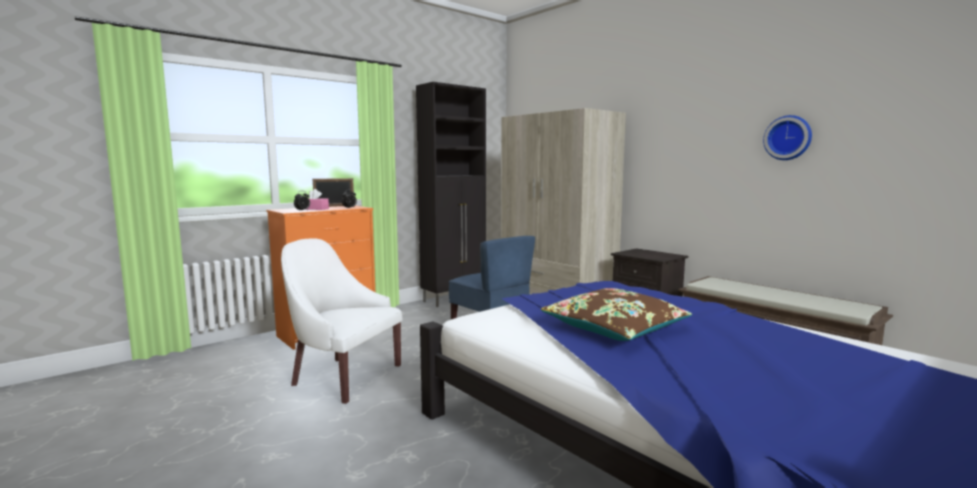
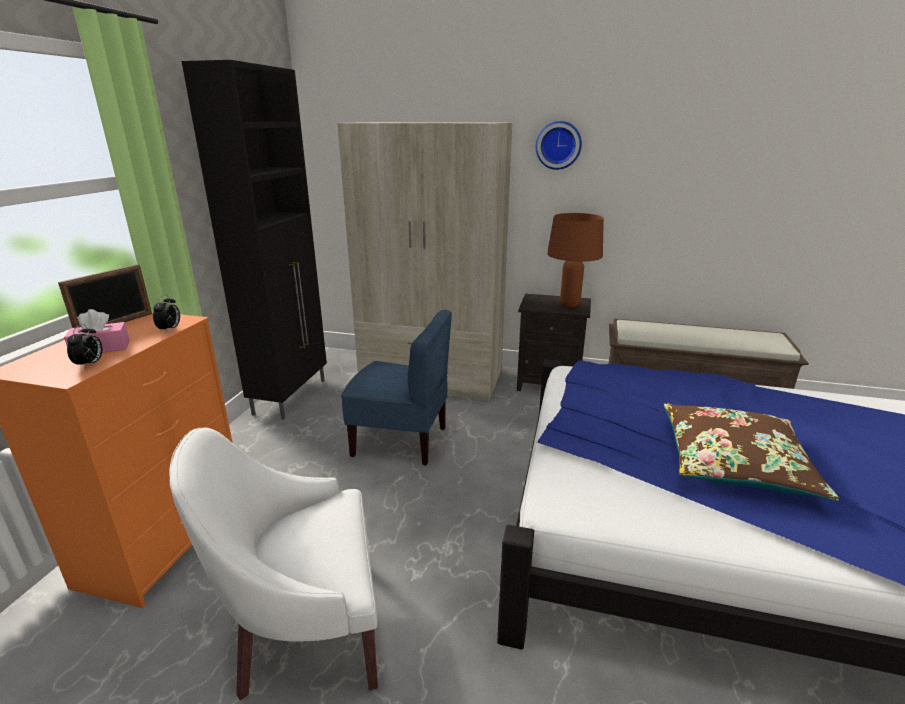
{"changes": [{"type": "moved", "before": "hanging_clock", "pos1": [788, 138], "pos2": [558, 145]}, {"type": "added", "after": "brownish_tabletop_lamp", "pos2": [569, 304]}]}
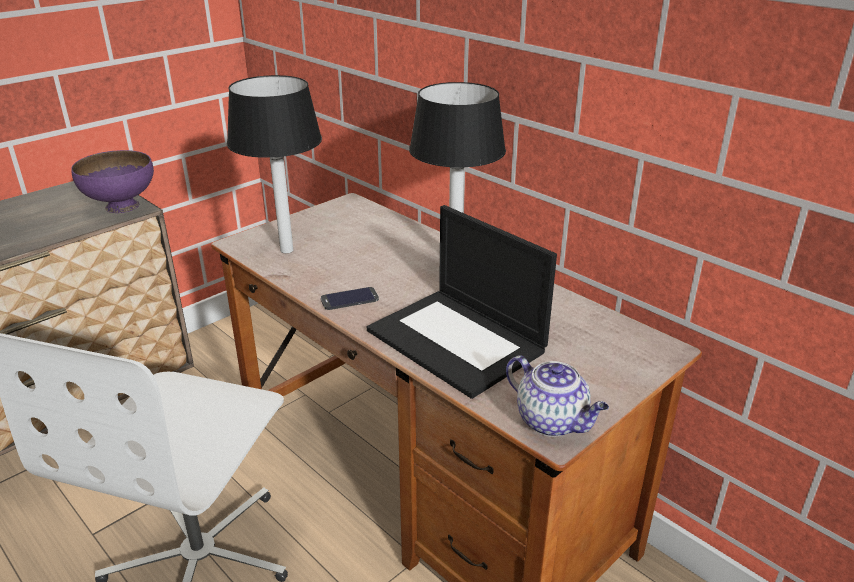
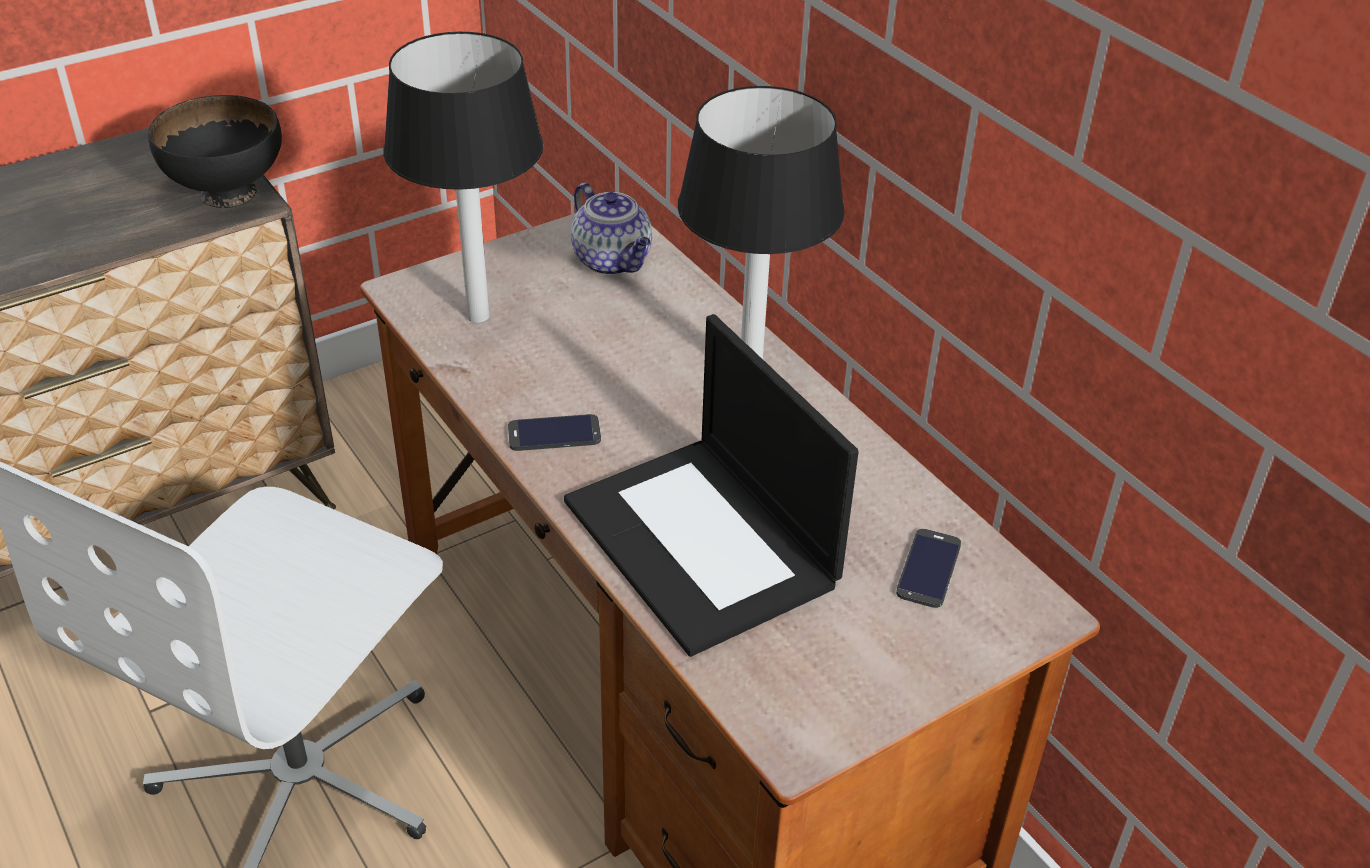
{"changes": [{"type": "recoloured", "before": "purple_serving_bowl", "after": "black_serving_bowl", "pos1": [121, 206], "pos2": [227, 193]}, {"type": "moved", "before": "pot_for_tea", "pos1": [553, 421], "pos2": [614, 261]}, {"type": "added", "after": "phone", "pos2": [929, 568]}]}
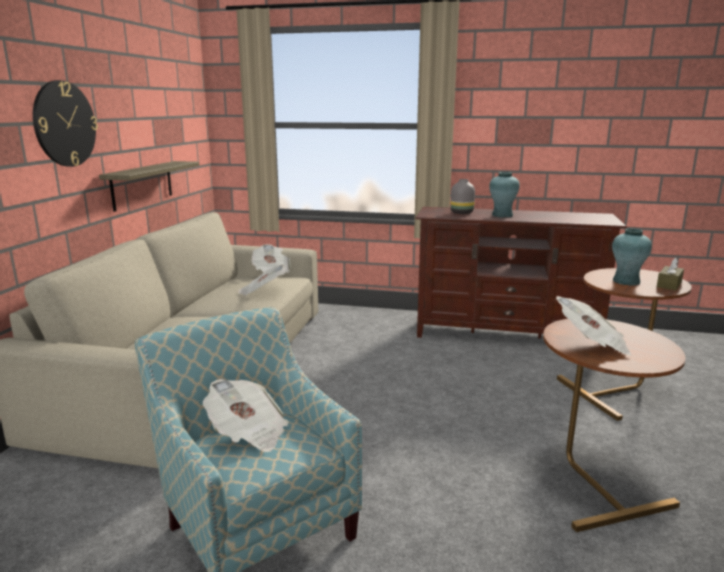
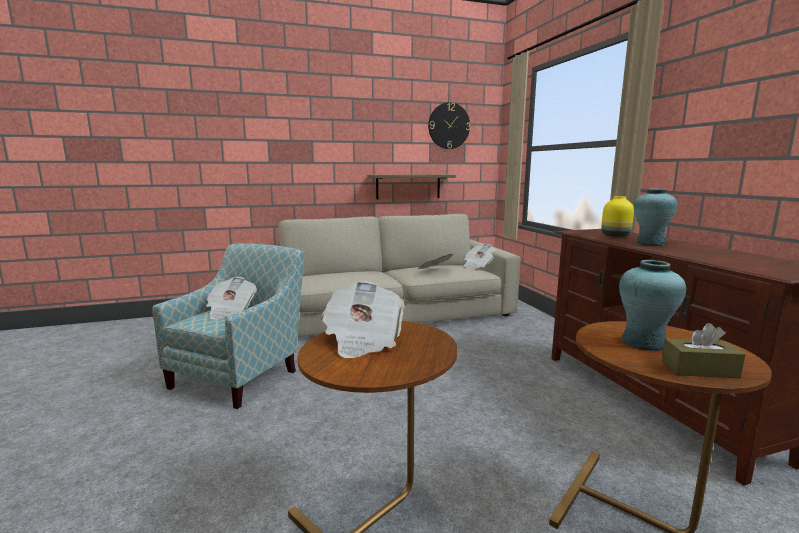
{"changes": [{"type": "moved", "before": "hanging_clock", "pos1": [64, 124], "pos2": [449, 126]}, {"type": "recoloured", "before": "grey_decorative_vase", "after": "yellowish_decorative_vase", "pos1": [462, 213], "pos2": [615, 236]}]}
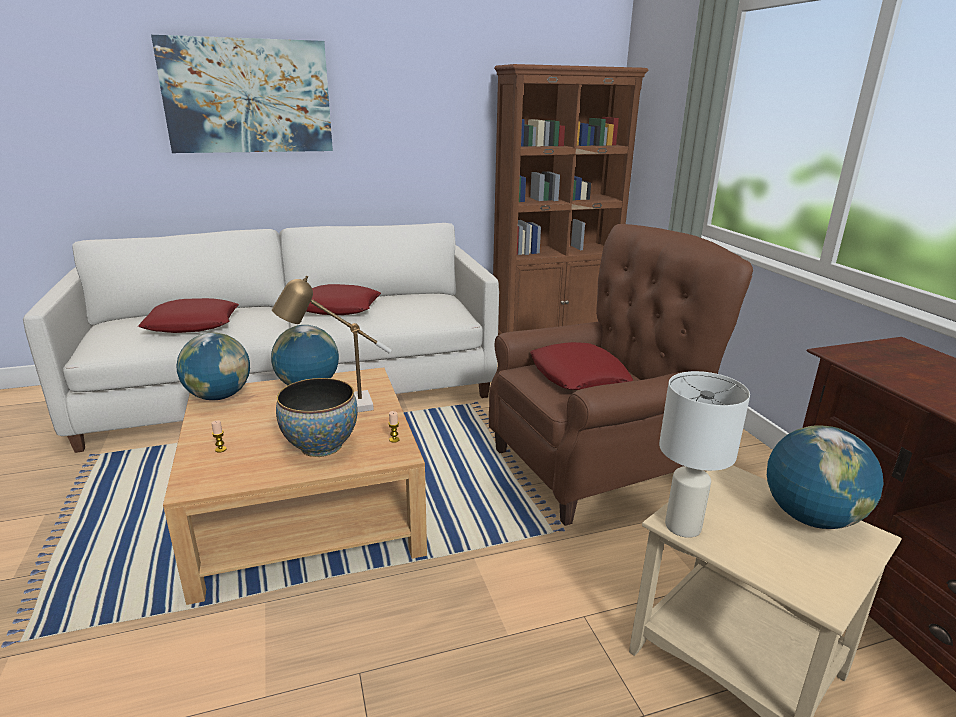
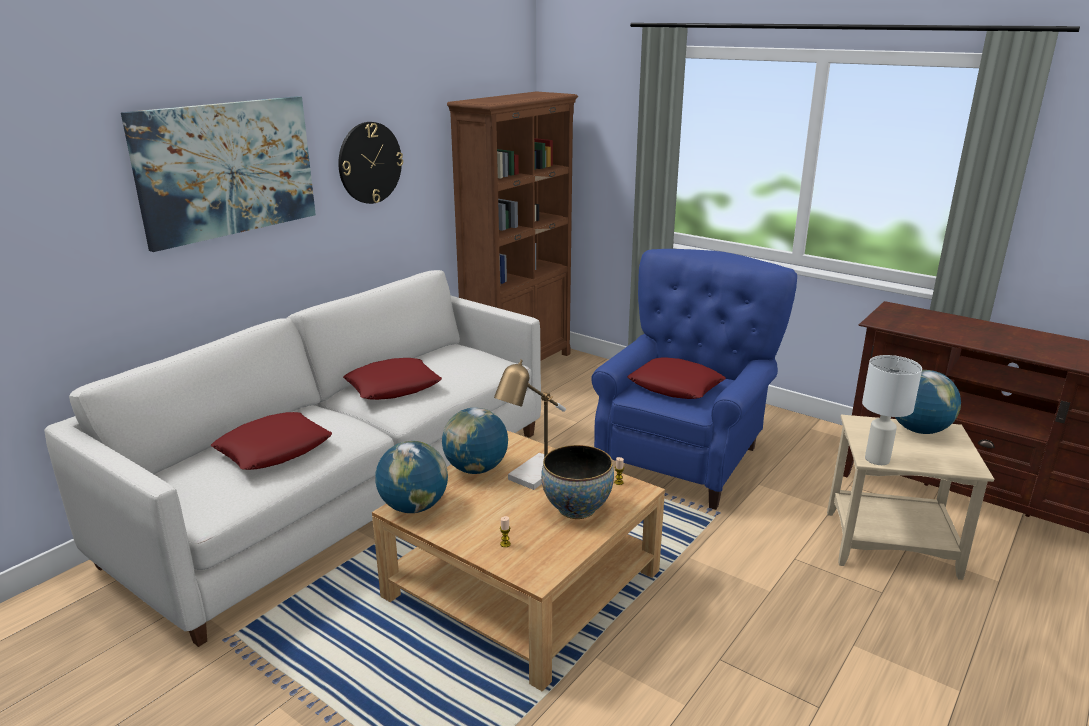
{"changes": [{"type": "recoloured", "before": "brownish_easy_chair", "after": "bluish_easy_chair", "pos1": [599, 465], "pos2": [683, 458]}, {"type": "added", "after": "hanging_clock", "pos2": [370, 163]}]}
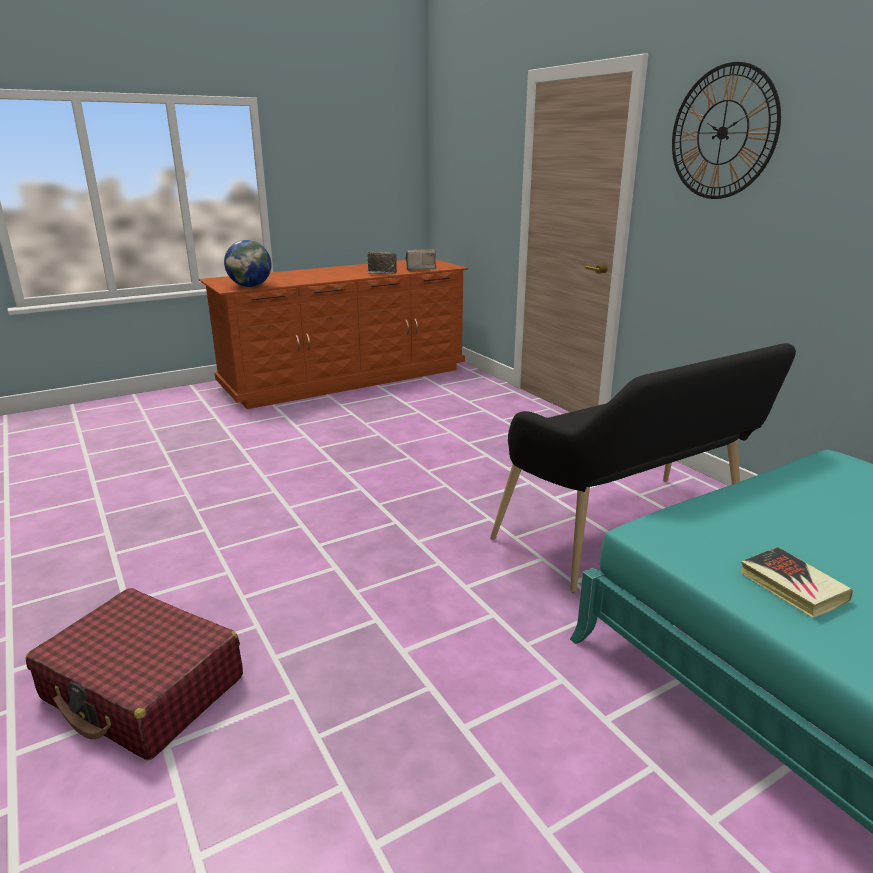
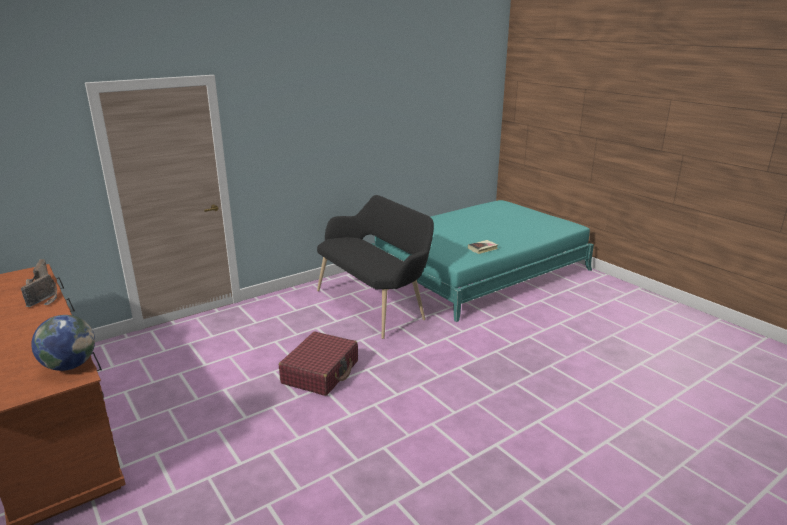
{"changes": [{"type": "moved", "before": "red_suitcase", "pos1": [143, 689], "pos2": [321, 372]}, {"type": "removed", "before": "hanging_clock", "pos1": [722, 132]}]}
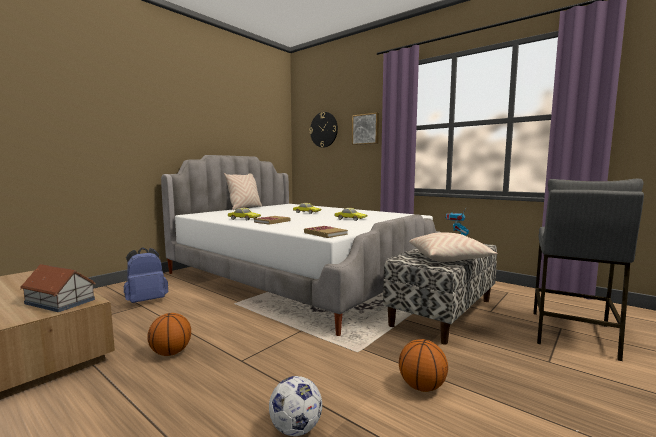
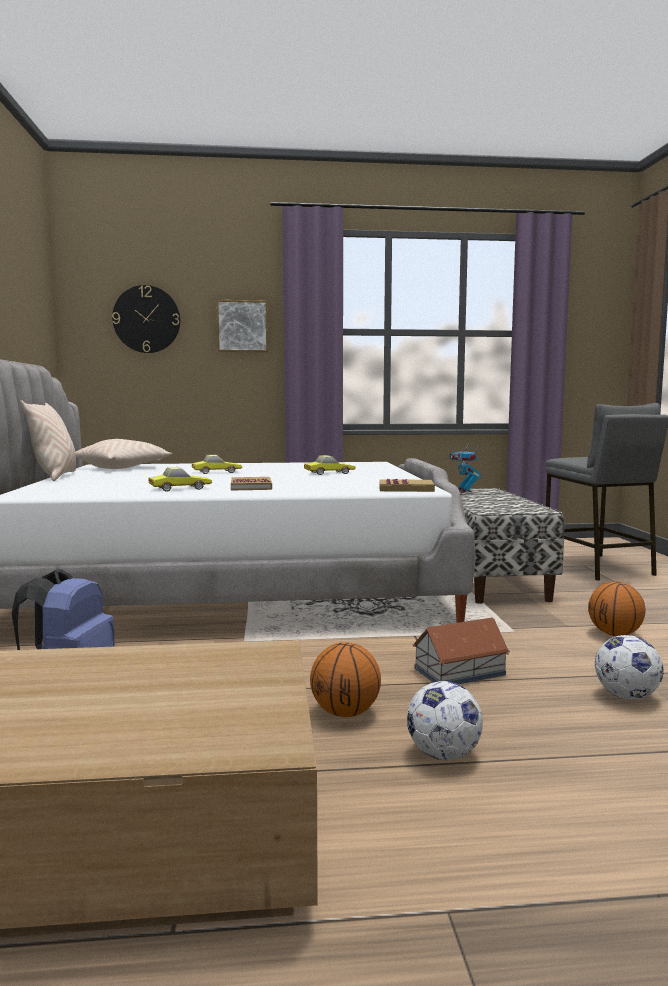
{"changes": [{"type": "moved", "before": "toy_house", "pos1": [60, 301], "pos2": [458, 671]}, {"type": "moved", "before": "sand-coloured_throw_pillow", "pos1": [449, 259], "pos2": [123, 467]}, {"type": "added", "after": "football", "pos2": [443, 755]}]}
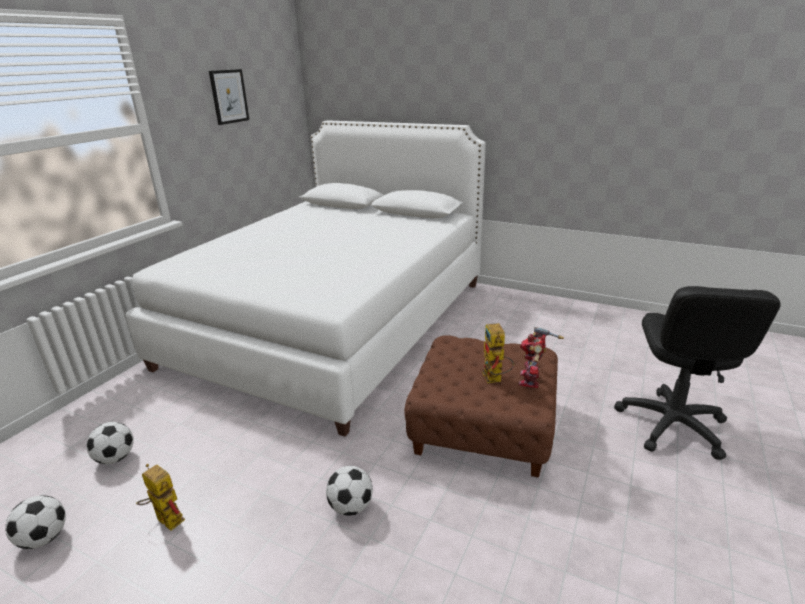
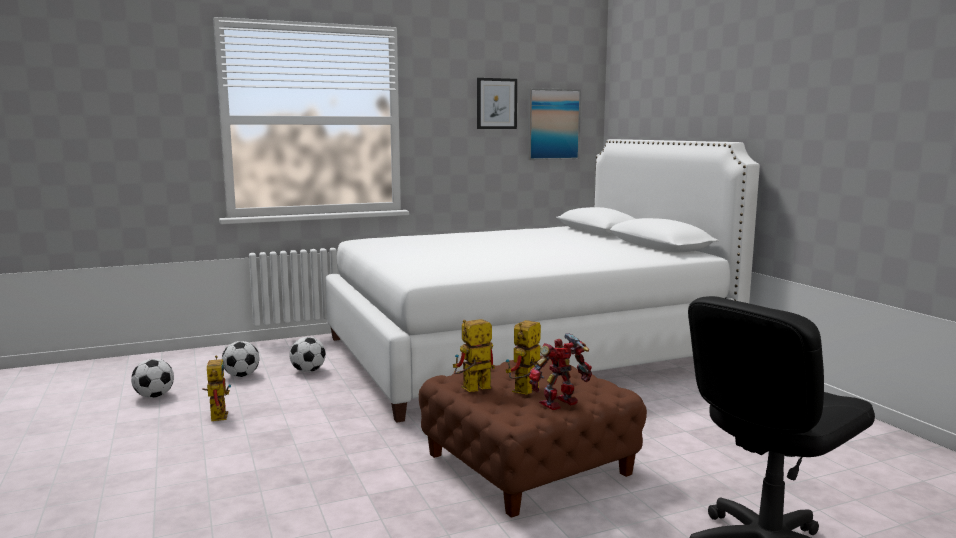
{"changes": [{"type": "moved", "before": "football", "pos1": [351, 506], "pos2": [308, 371]}, {"type": "added", "after": "model_robot", "pos2": [472, 390]}, {"type": "added", "after": "wall_art", "pos2": [553, 124]}]}
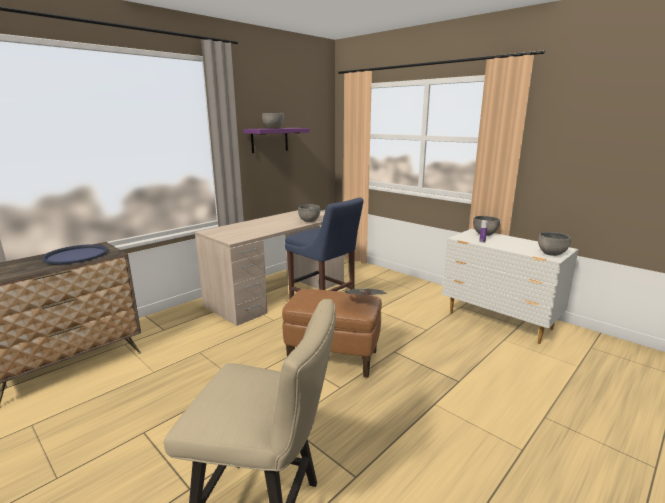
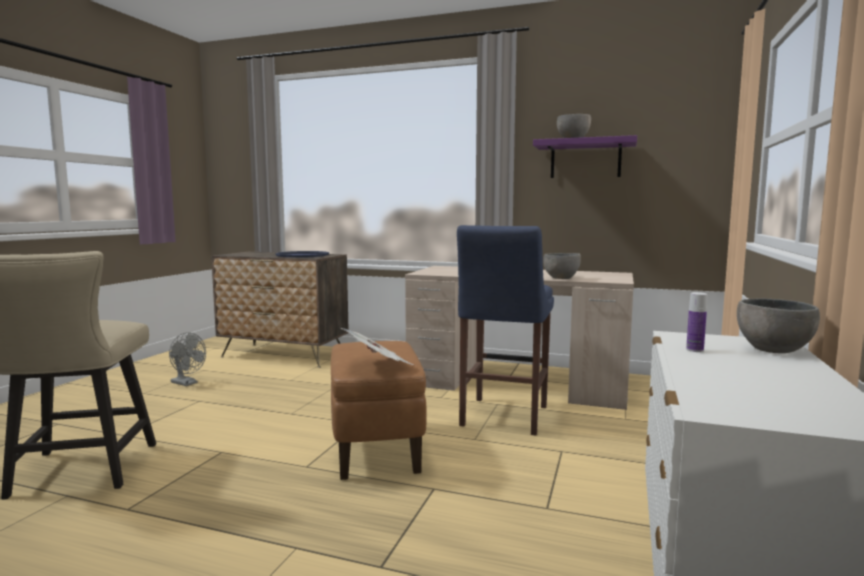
{"changes": [{"type": "removed", "before": "grey_serving_bowl", "pos1": [551, 254]}, {"type": "added", "after": "grey_electric_fan", "pos2": [187, 383]}]}
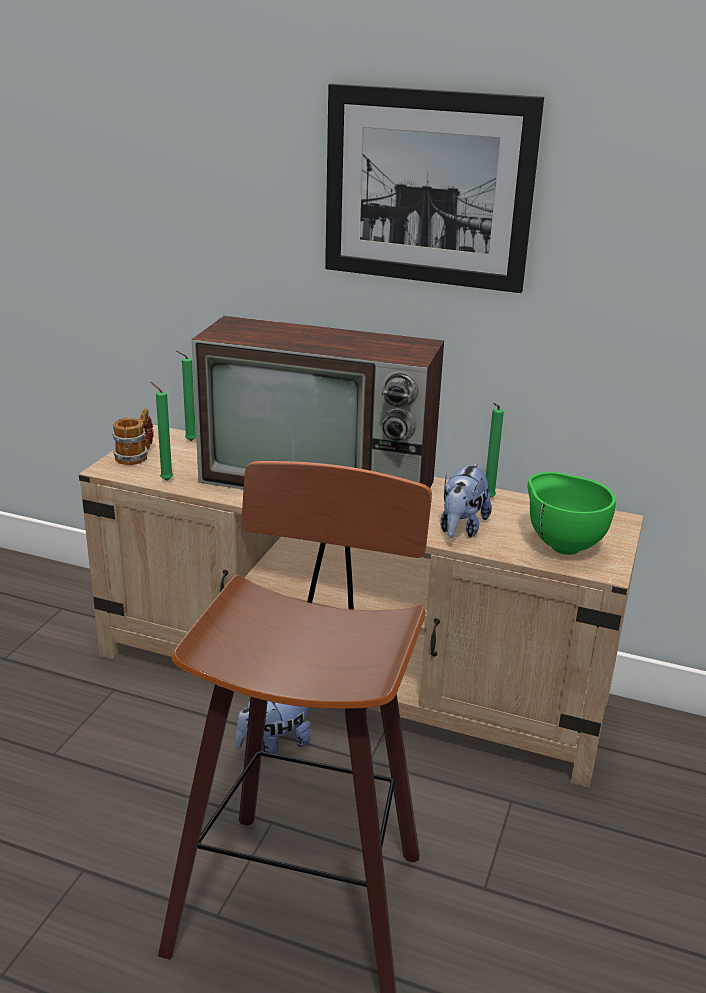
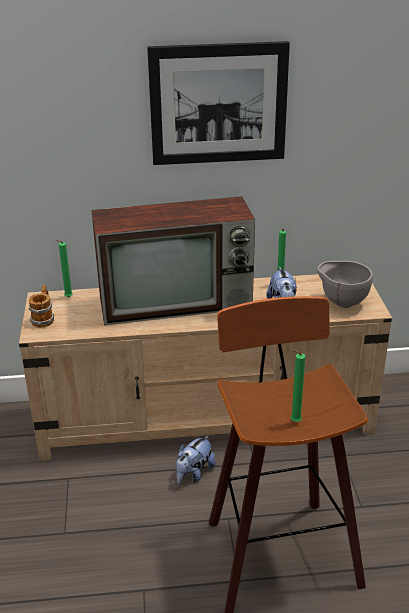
{"changes": [{"type": "moved", "before": "green_wax_candle", "pos1": [165, 480], "pos2": [293, 422]}, {"type": "recoloured", "before": "green_serving_bowl", "after": "grey_serving_bowl", "pos1": [561, 545], "pos2": [341, 303]}]}
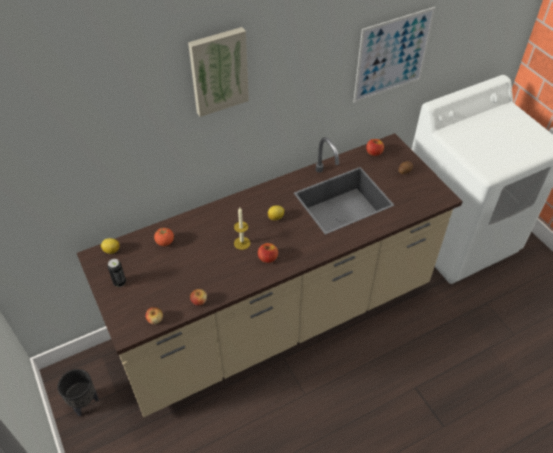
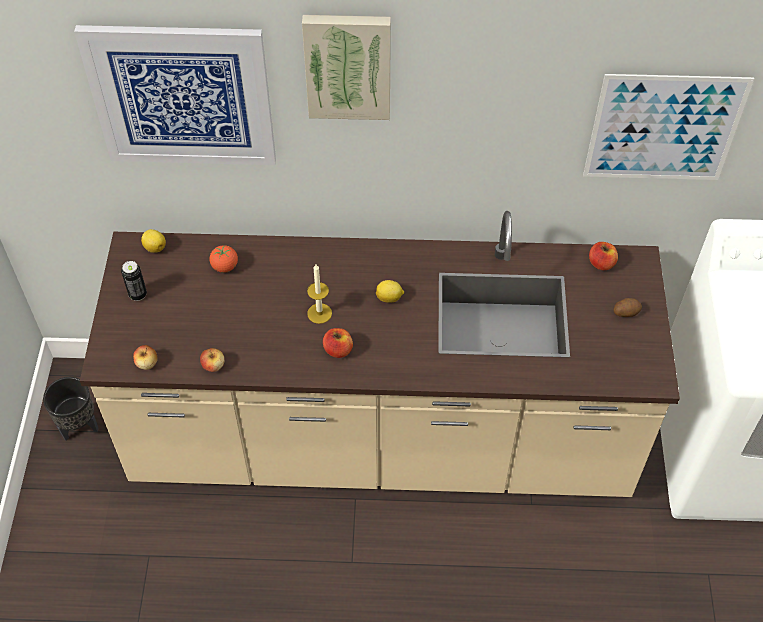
{"changes": [{"type": "added", "after": "wall_art", "pos2": [182, 96]}]}
